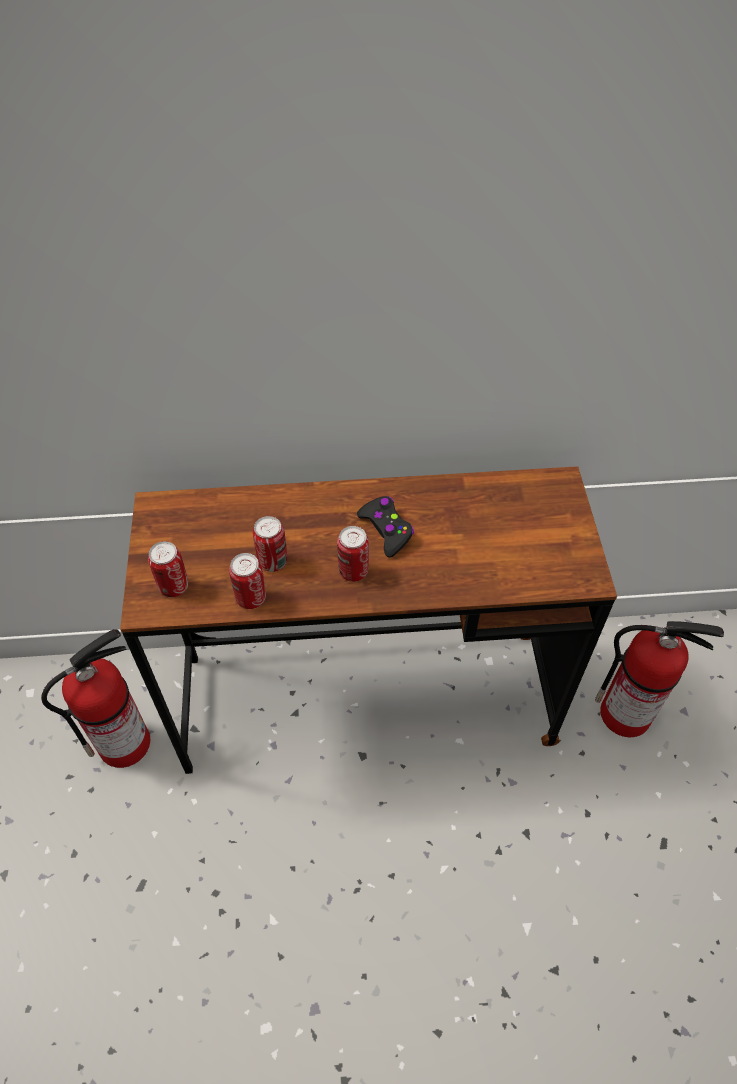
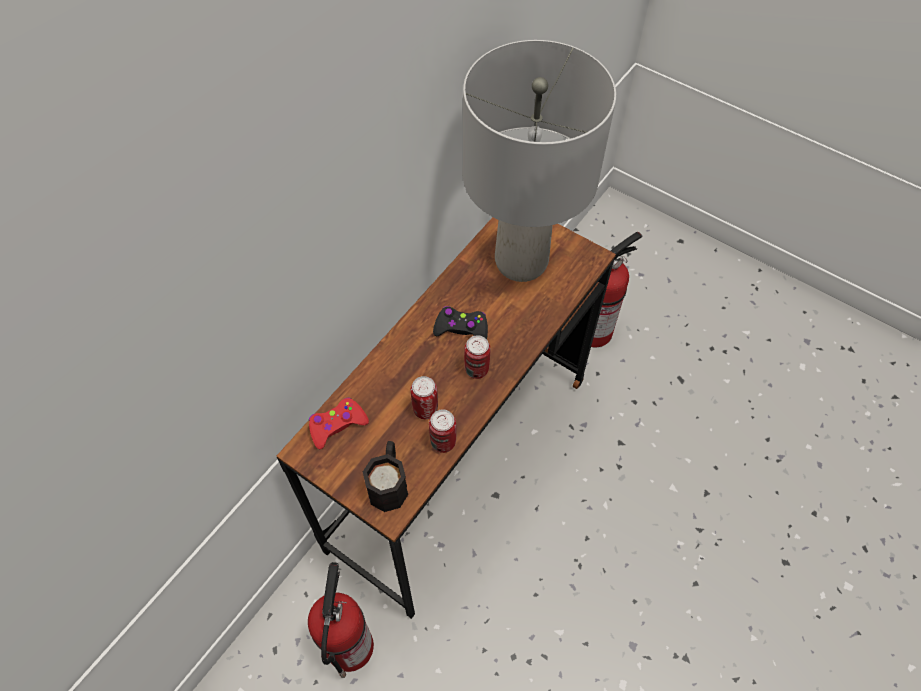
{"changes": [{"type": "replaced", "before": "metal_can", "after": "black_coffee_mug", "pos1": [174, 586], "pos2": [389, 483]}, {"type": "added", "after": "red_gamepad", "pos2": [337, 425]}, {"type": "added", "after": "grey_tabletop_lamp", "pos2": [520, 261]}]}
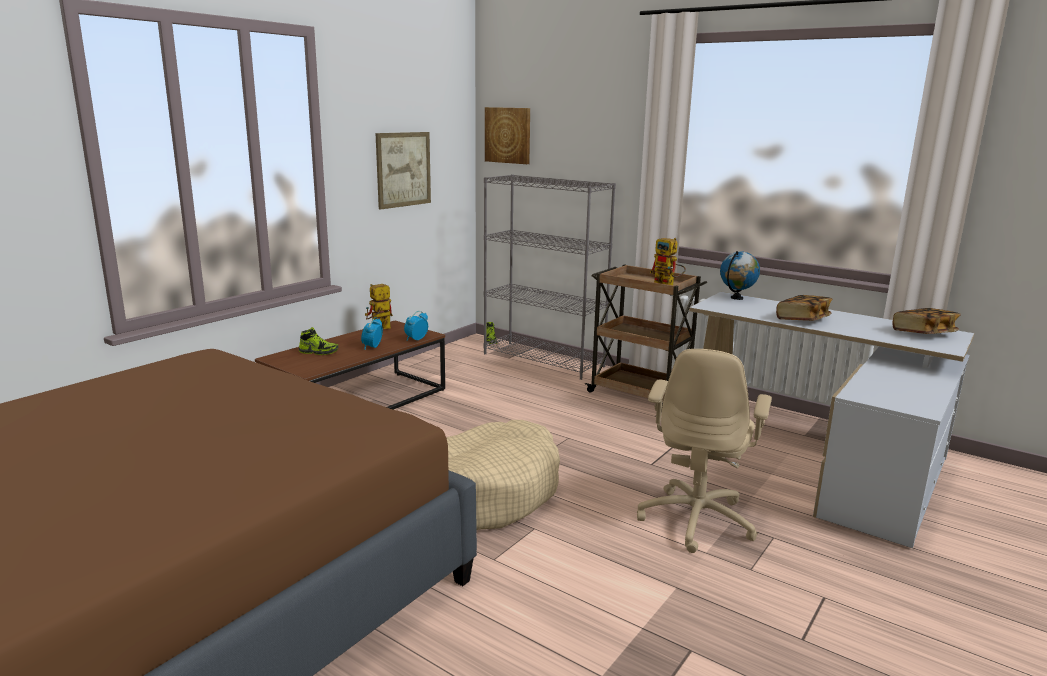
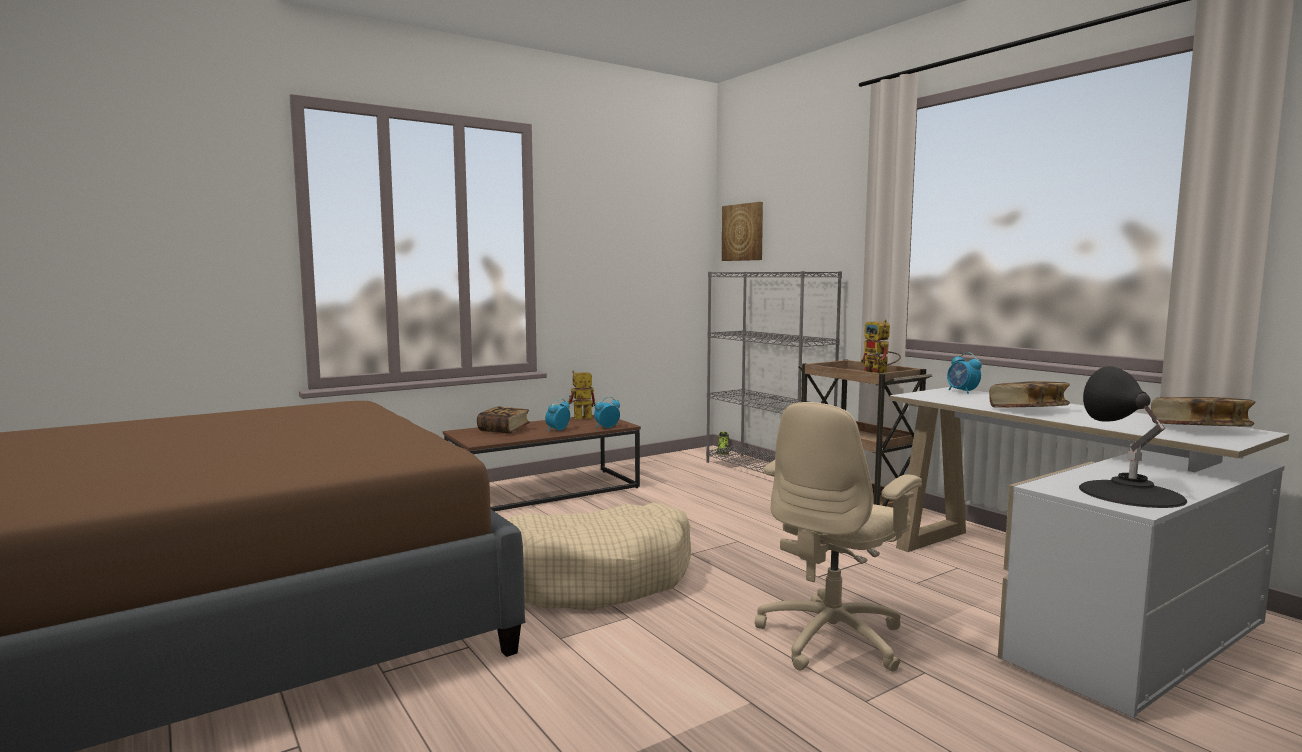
{"changes": [{"type": "replaced", "before": "low_shoe", "after": "book", "pos1": [318, 352], "pos2": [504, 430]}, {"type": "removed", "before": "wall_art", "pos1": [403, 169]}, {"type": "replaced", "before": "world_globe", "after": "bedside_clock", "pos1": [737, 298], "pos2": [962, 391]}, {"type": "added", "after": "black_tabletop_lamp", "pos2": [1130, 493]}]}
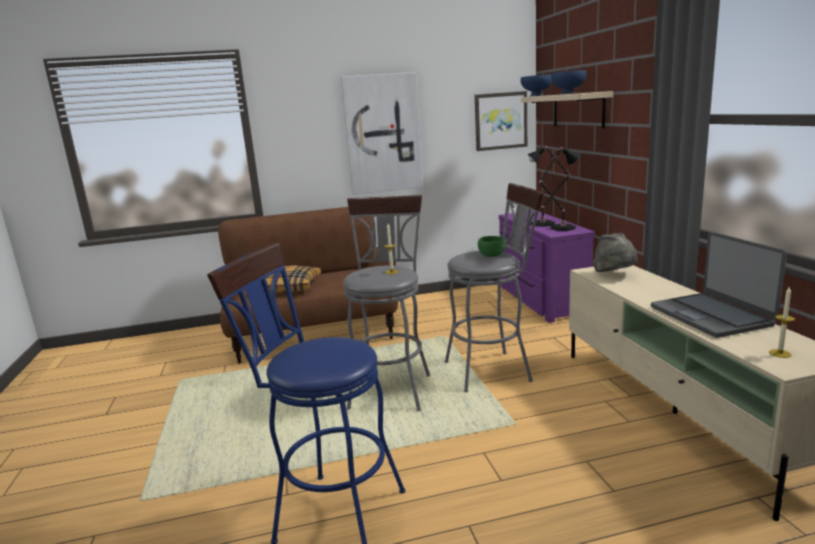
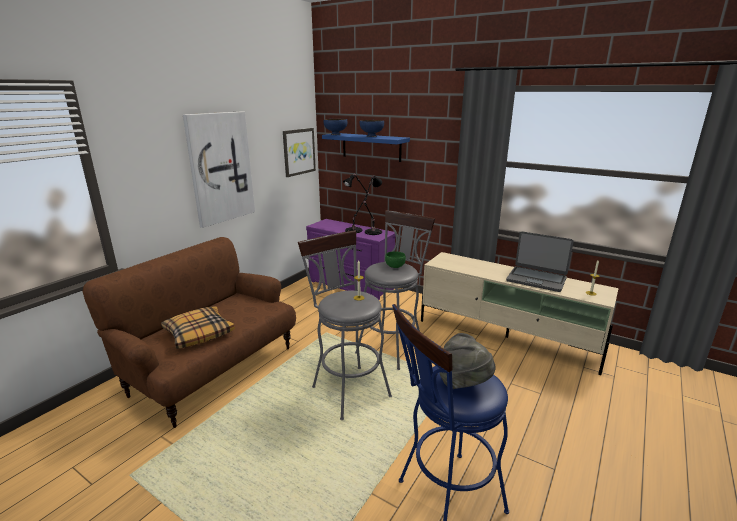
{"changes": [{"type": "recoloured", "before": "sand-coloured_shelf", "after": "bluish_shelf", "pos1": [578, 110], "pos2": [371, 147]}, {"type": "moved", "before": "grey_hat", "pos1": [615, 275], "pos2": [463, 383]}]}
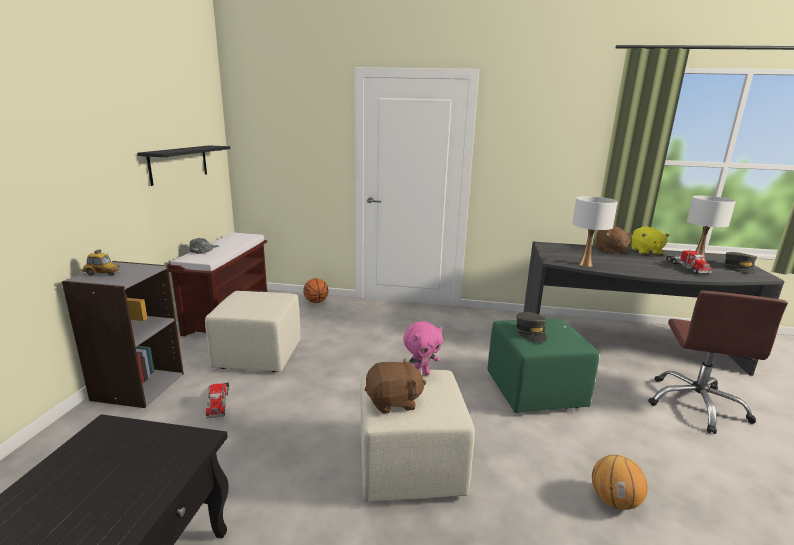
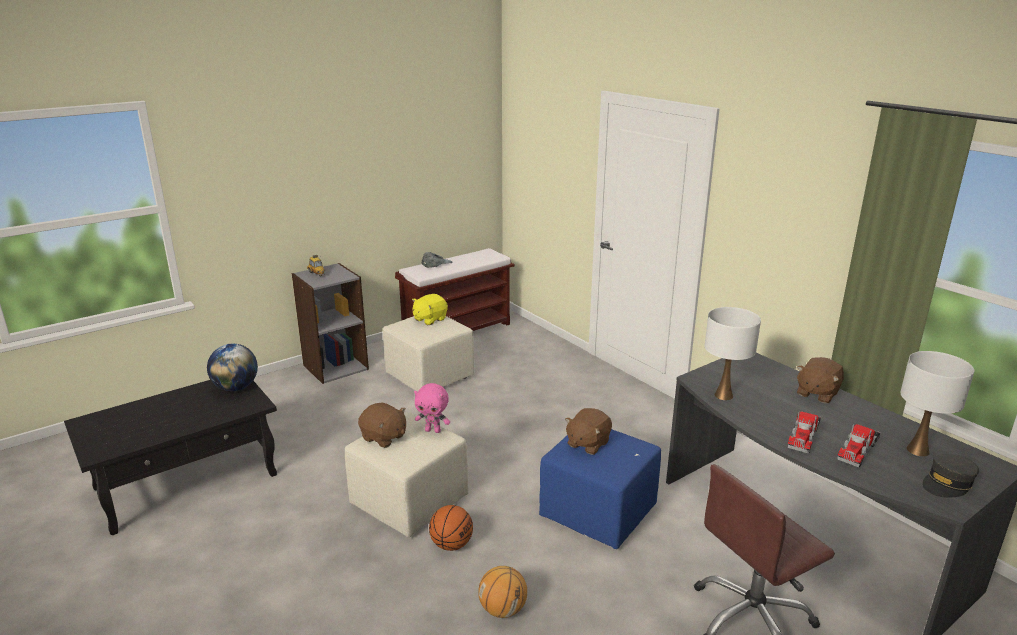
{"changes": [{"type": "removed", "before": "black_shelf", "pos1": [179, 164]}, {"type": "moved", "before": "toy_lorry", "pos1": [218, 403], "pos2": [803, 436]}, {"type": "moved", "before": "ball_for_basketball", "pos1": [316, 302], "pos2": [451, 544]}, {"type": "recoloured", "before": "green_pouffe", "after": "bluish_pouffe", "pos1": [535, 391], "pos2": [599, 513]}, {"type": "replaced", "before": "grey_peaked_cap", "after": "brownish_soft_toy", "pos1": [531, 332], "pos2": [587, 443]}, {"type": "moved", "before": "yellowish_soft_toy", "pos1": [645, 251], "pos2": [429, 319]}, {"type": "added", "after": "world_globe", "pos2": [236, 388]}]}
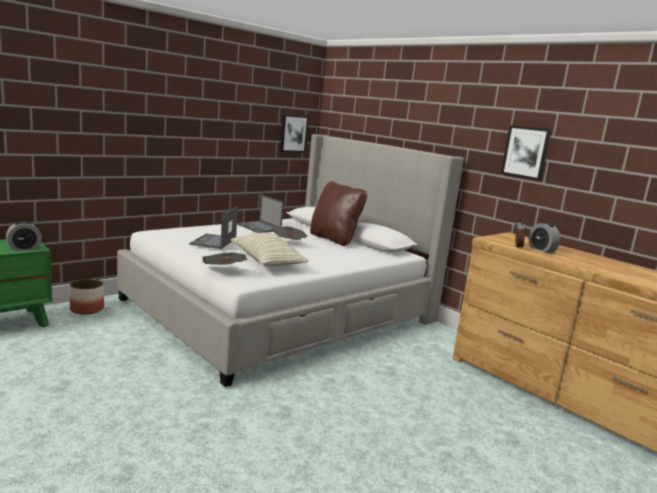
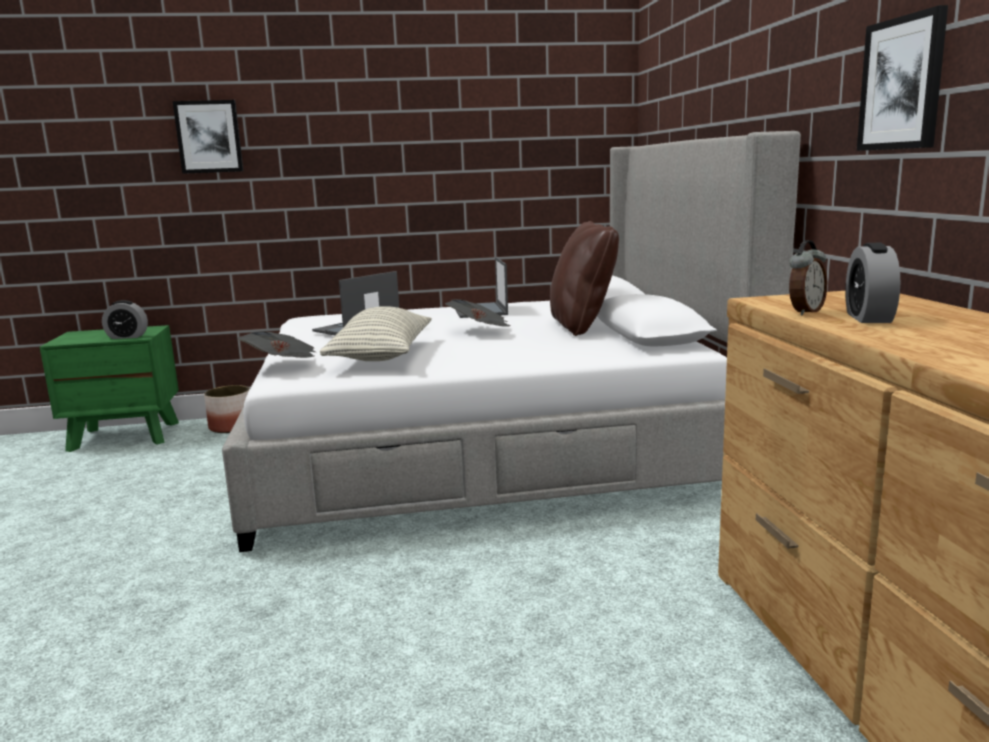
{"changes": [{"type": "moved", "before": "wall_art", "pos1": [293, 133], "pos2": [209, 137]}]}
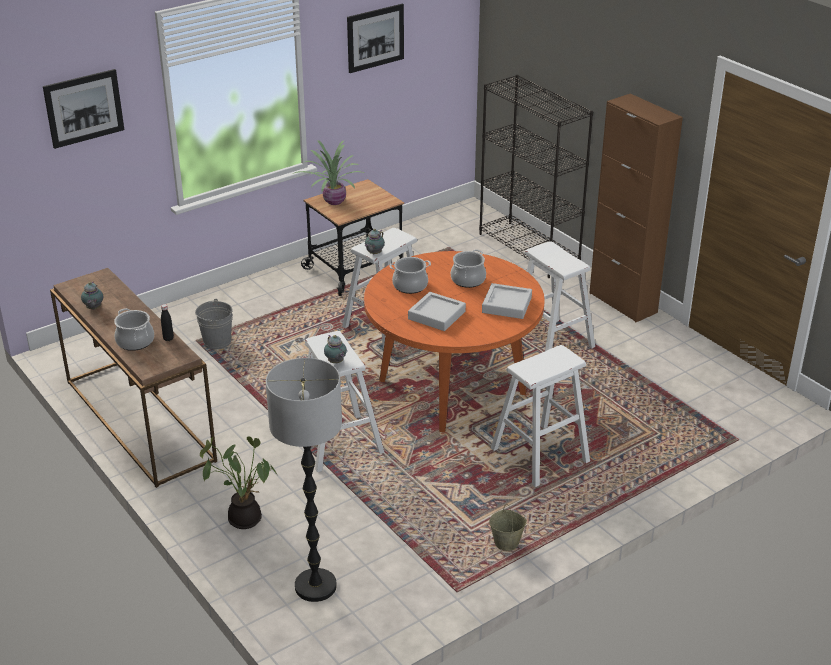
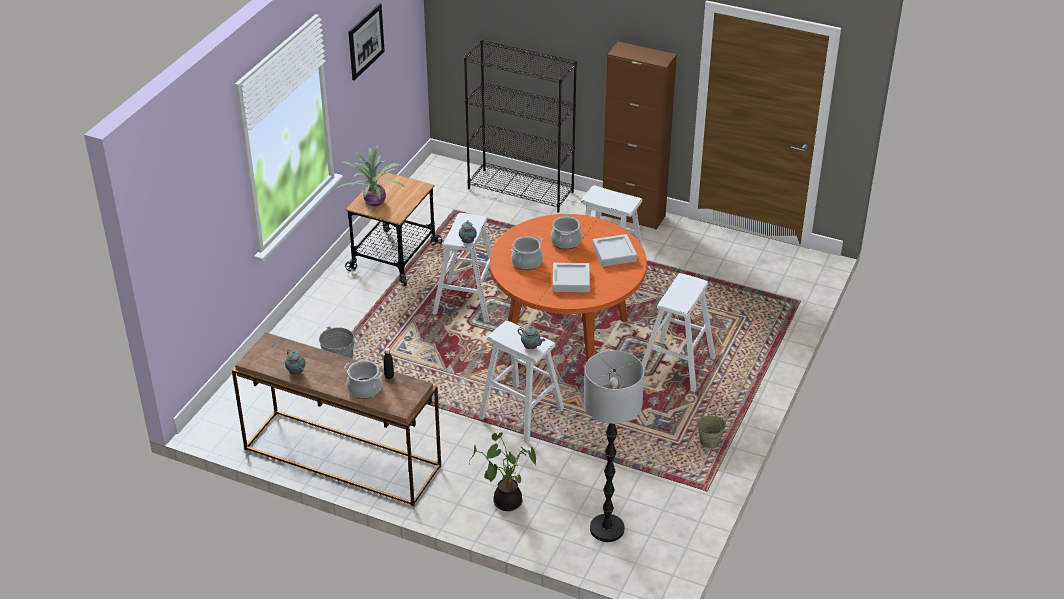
{"changes": [{"type": "removed", "before": "wall_art", "pos1": [84, 108]}]}
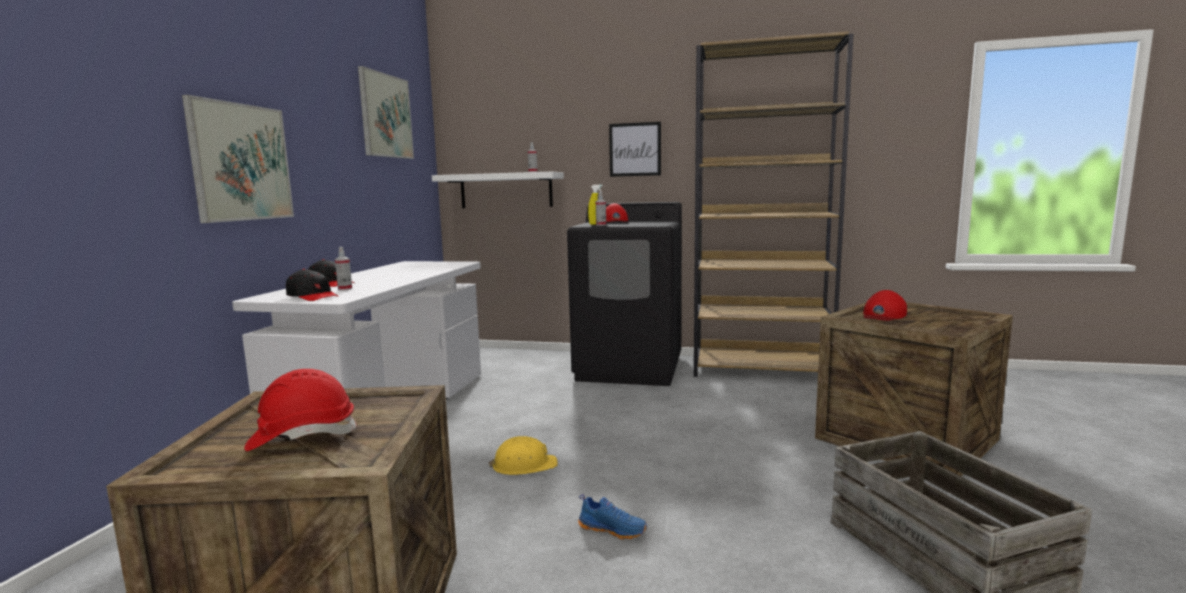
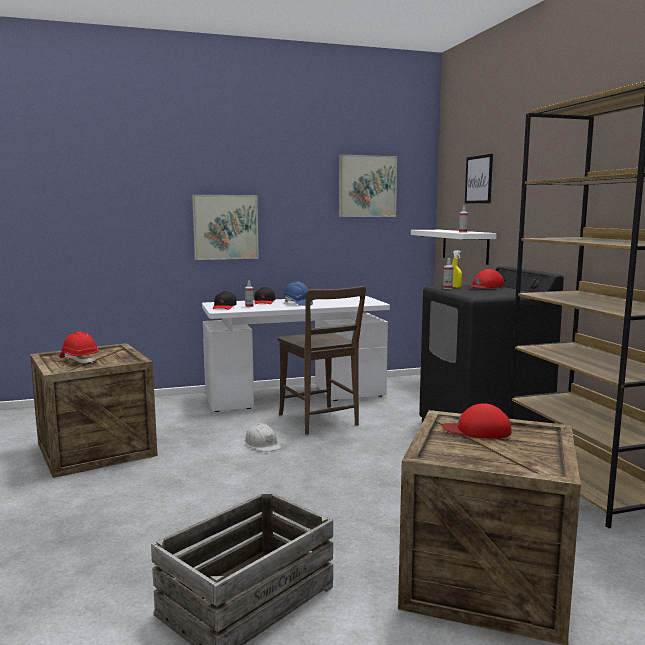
{"changes": [{"type": "recoloured", "before": "yellowish_work_helmet", "after": "white-coloured_work_helmet", "pos1": [524, 465], "pos2": [262, 444]}, {"type": "removed", "before": "bluish_low_shoe", "pos1": [613, 529]}, {"type": "moved", "before": "wall_art", "pos1": [635, 149], "pos2": [478, 179]}, {"type": "added", "after": "brownish_chair", "pos2": [320, 421]}, {"type": "added", "after": "bluish_work_helmet", "pos2": [297, 303]}]}
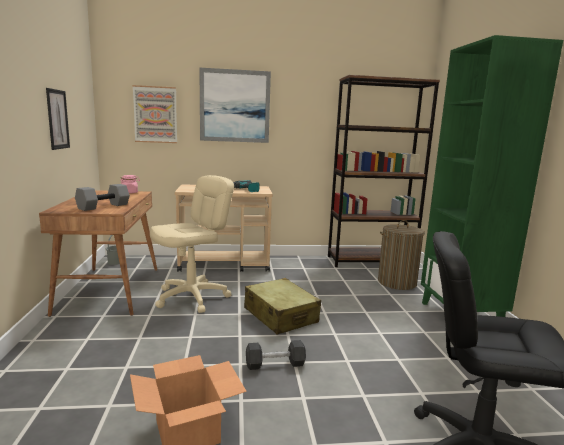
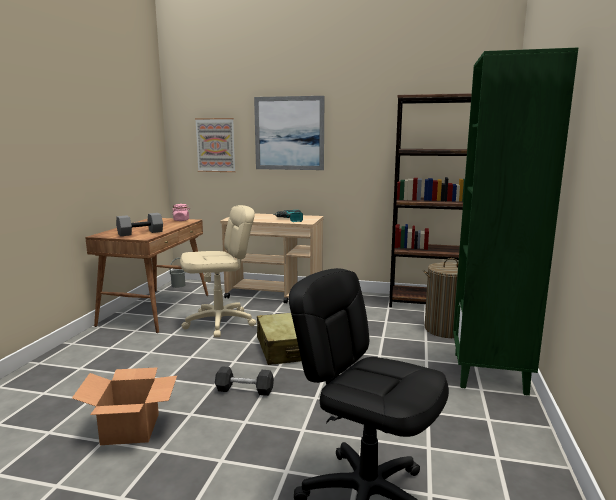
{"changes": [{"type": "removed", "before": "wall_art", "pos1": [57, 119]}]}
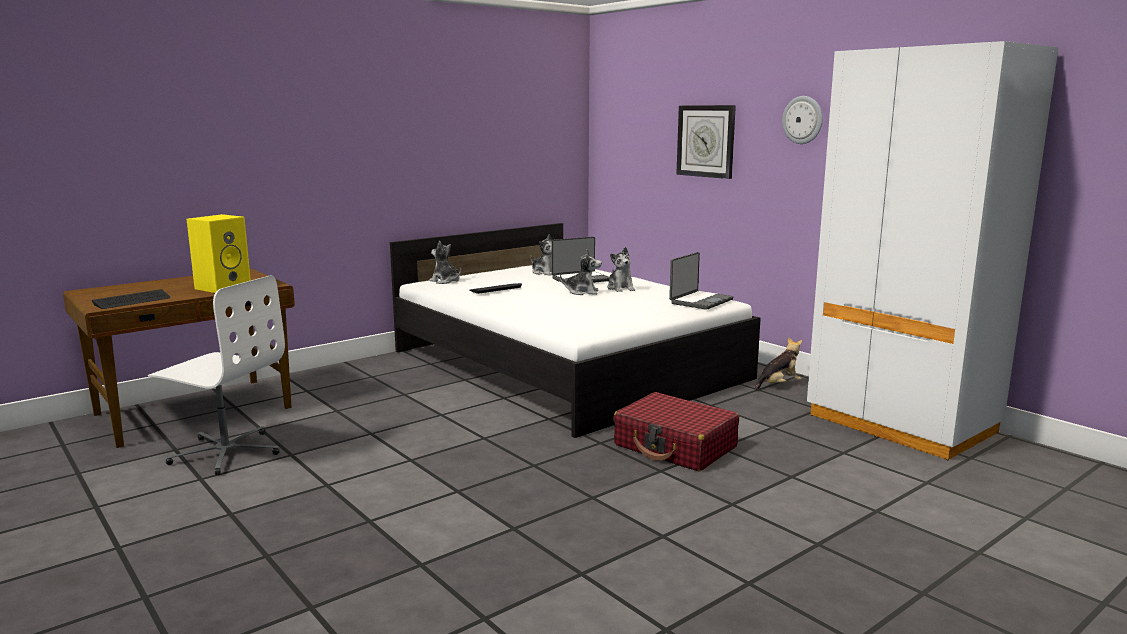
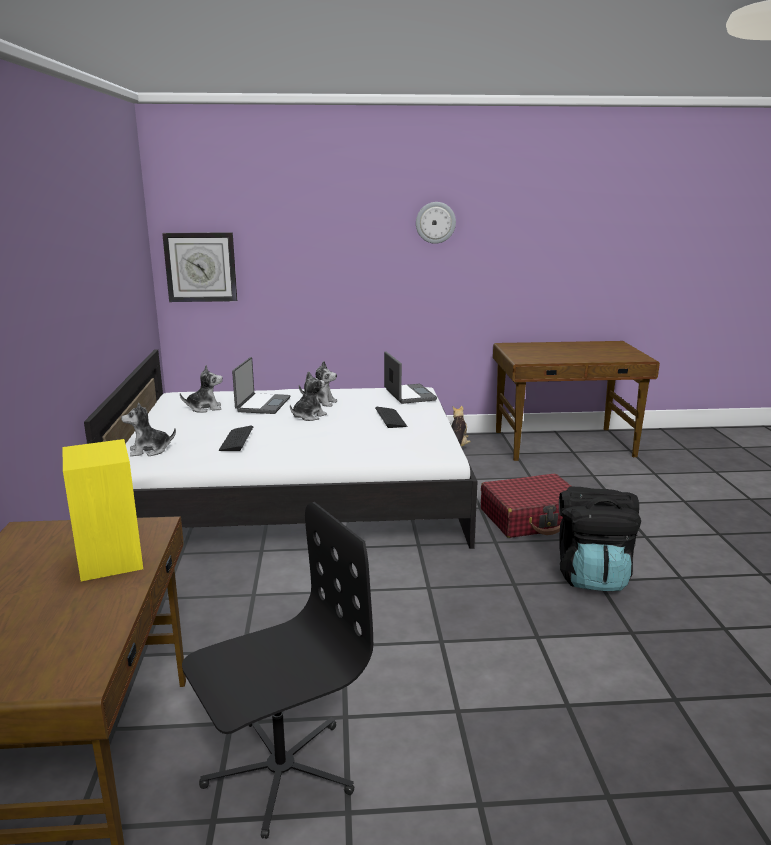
{"changes": [{"type": "moved", "before": "computer_keyboard", "pos1": [132, 301], "pos2": [390, 418]}, {"type": "recoloured", "before": "white-coloured_desk_chair", "after": "black_desk_chair", "pos1": [226, 452], "pos2": [279, 770]}, {"type": "moved", "before": "hanging_clock", "pos1": [706, 141], "pos2": [201, 267]}, {"type": "replaced", "before": "white-coloured_clothes_cupboard", "after": "brownish_desk_unit", "pos1": [901, 424], "pos2": [564, 444]}, {"type": "added", "after": "black_knapsack", "pos2": [592, 575]}]}
